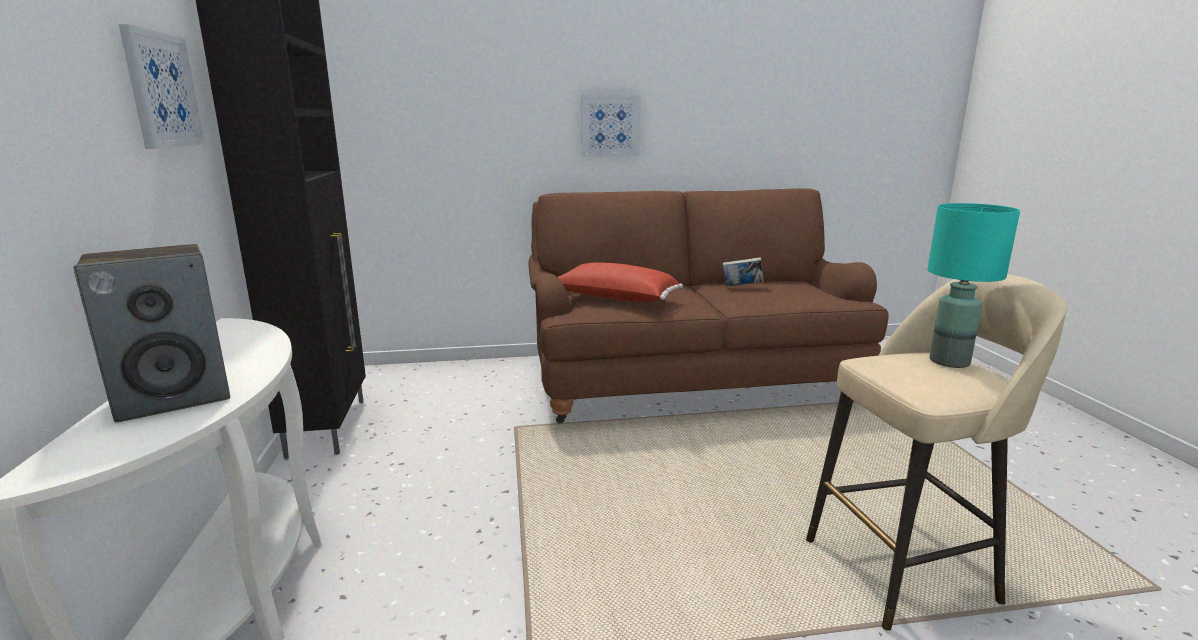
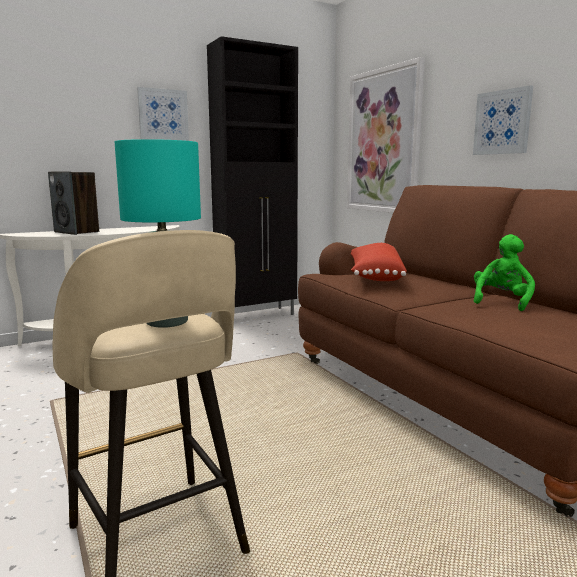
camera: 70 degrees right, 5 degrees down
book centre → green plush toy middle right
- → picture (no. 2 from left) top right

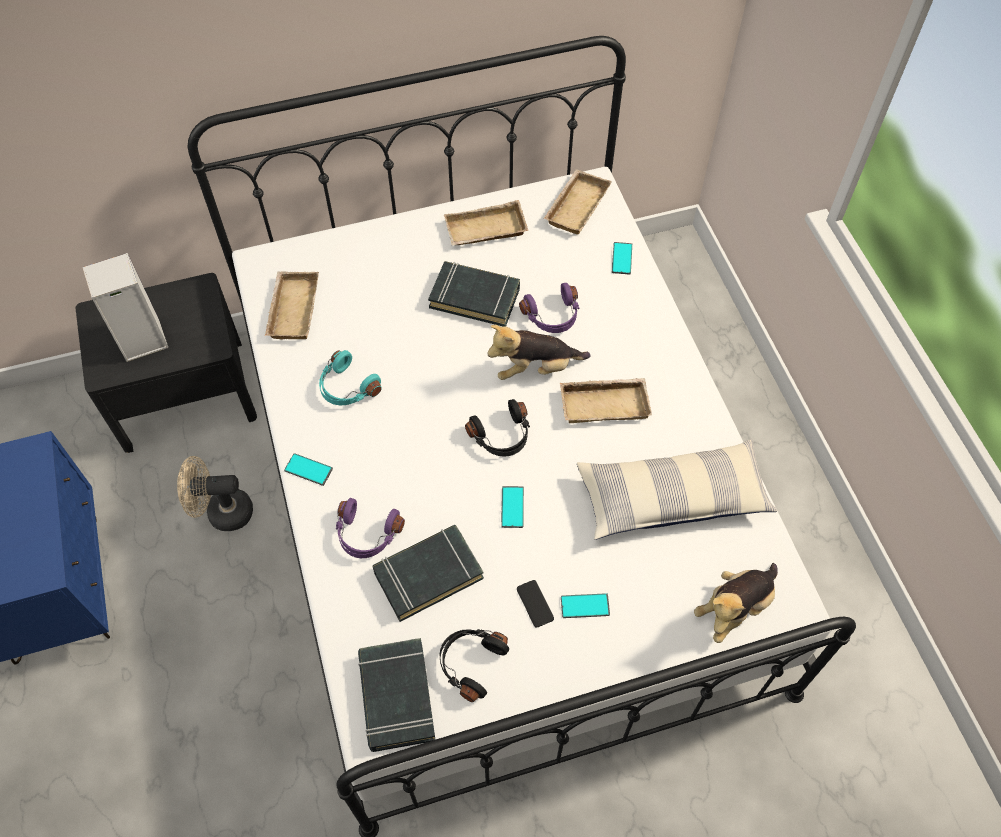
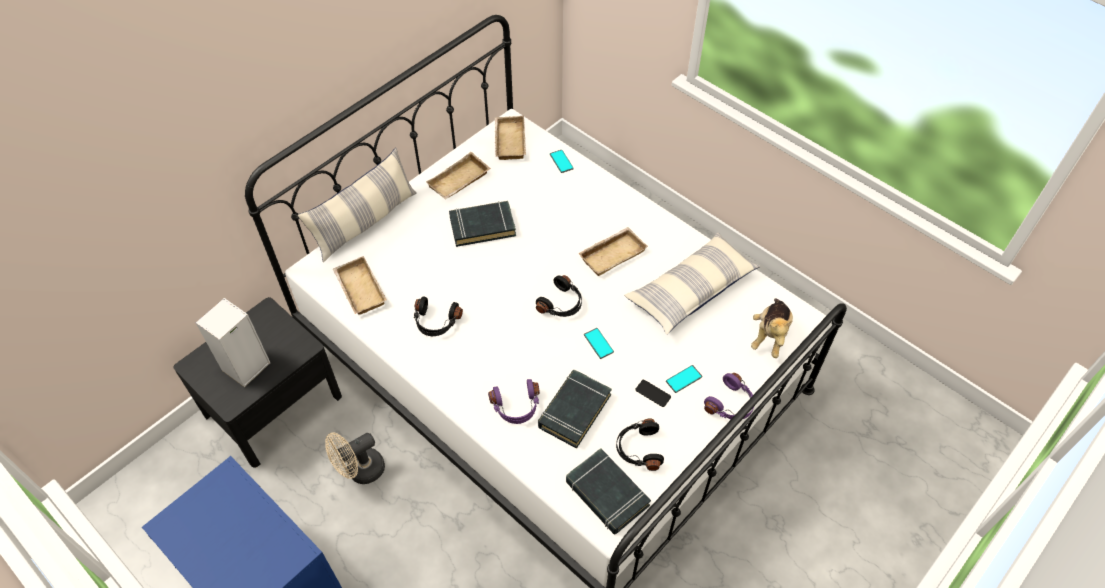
camera: 30 degrees left, 5 degrees down
purple headphones (no. 2 from left) centre → purple headphones (no. 2 from left) bottom centre, relocated
plush toy (no. 1 from left) centre → -
turquoise headphones centre → black headphones (no. 1 from left) centre
phone (no. 1 from left) middle left → -
- → pillow (no. 1 from left) middle left

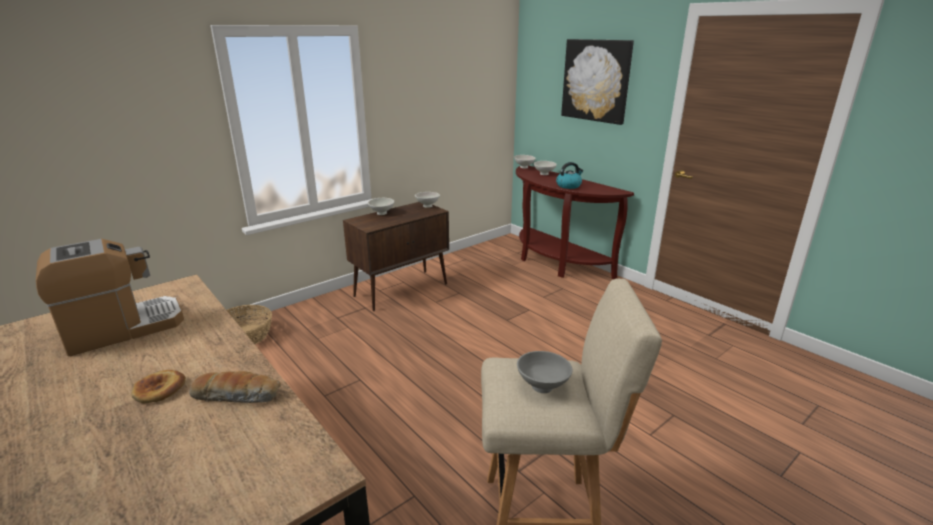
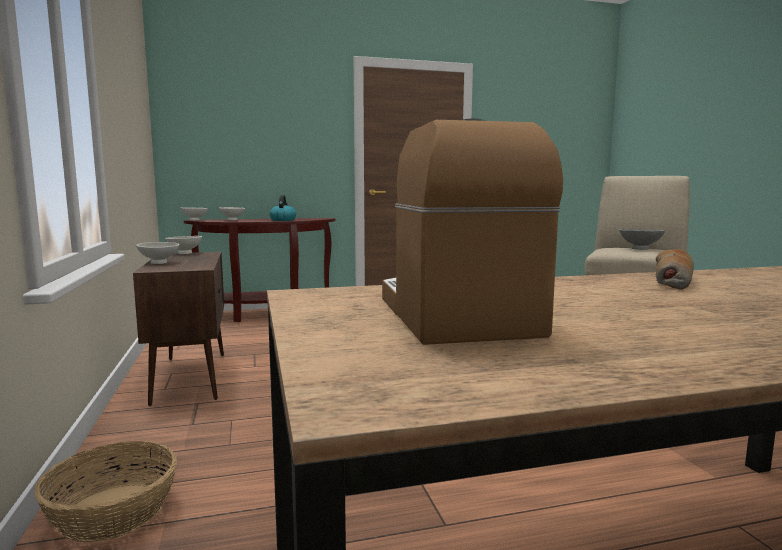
camera: 65 degrees left, 15 degrees down
picture top centre → -
bread (no. 1 from left) bottom left → -

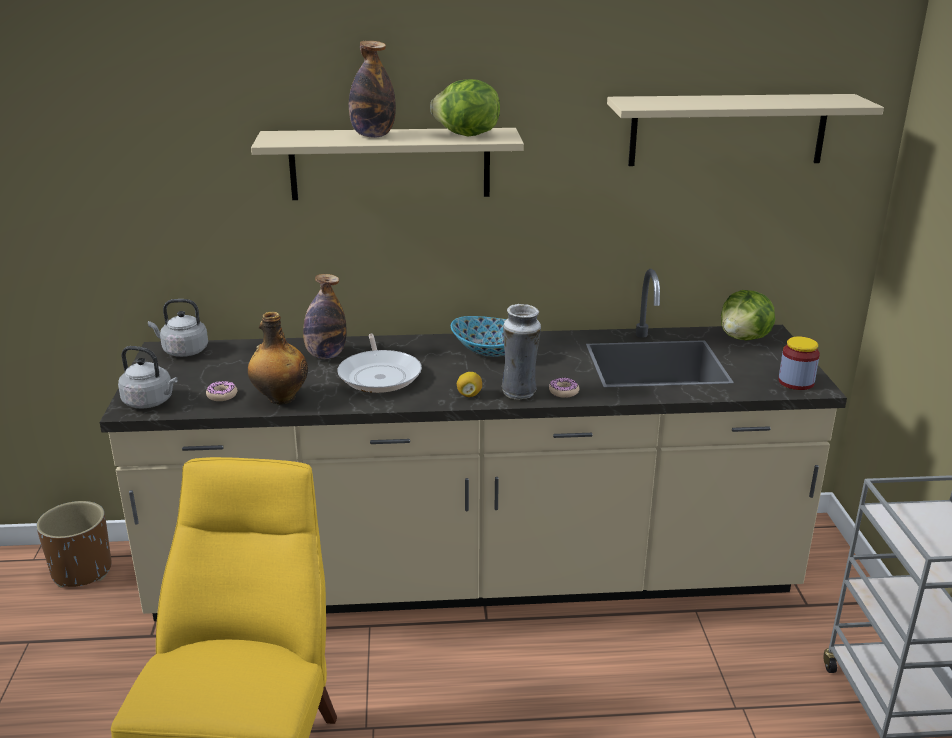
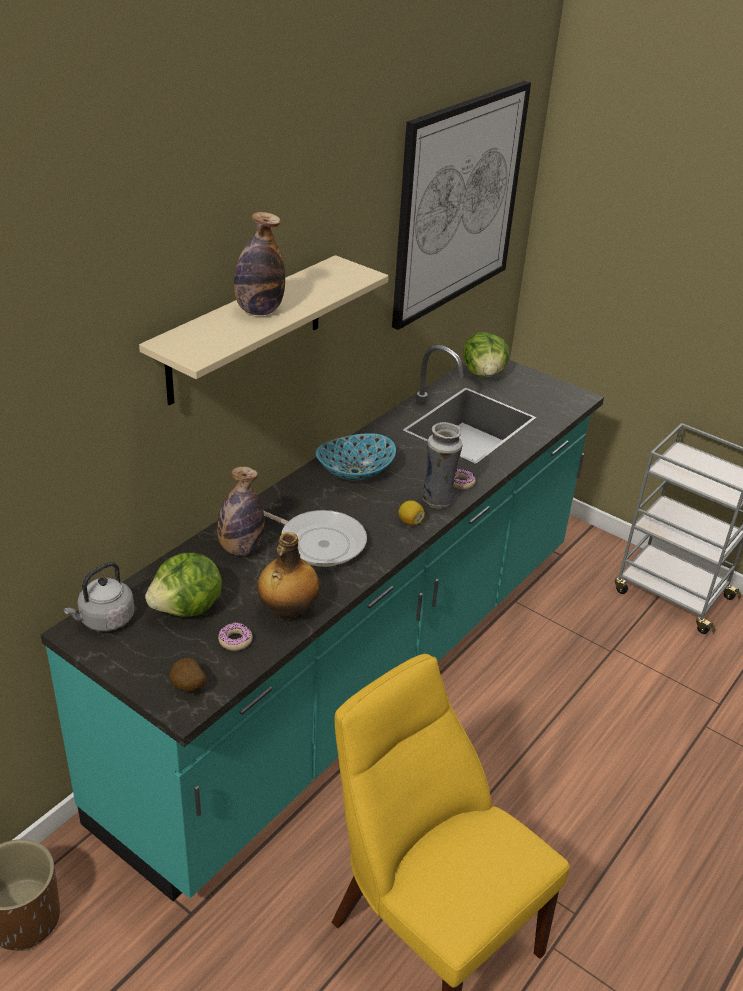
camera: 50 degrees left, 10 degrees up
lettuce (no. 1 from left) top centre → lettuce (no. 1 from left) middle left, relocated
beige shelf (no. 2 from left) top right → picture top centre
beige counter centre → turquoise counter centre
jar middle right → -
grey kettle (no. 1 from left) middle left → potato bottom left

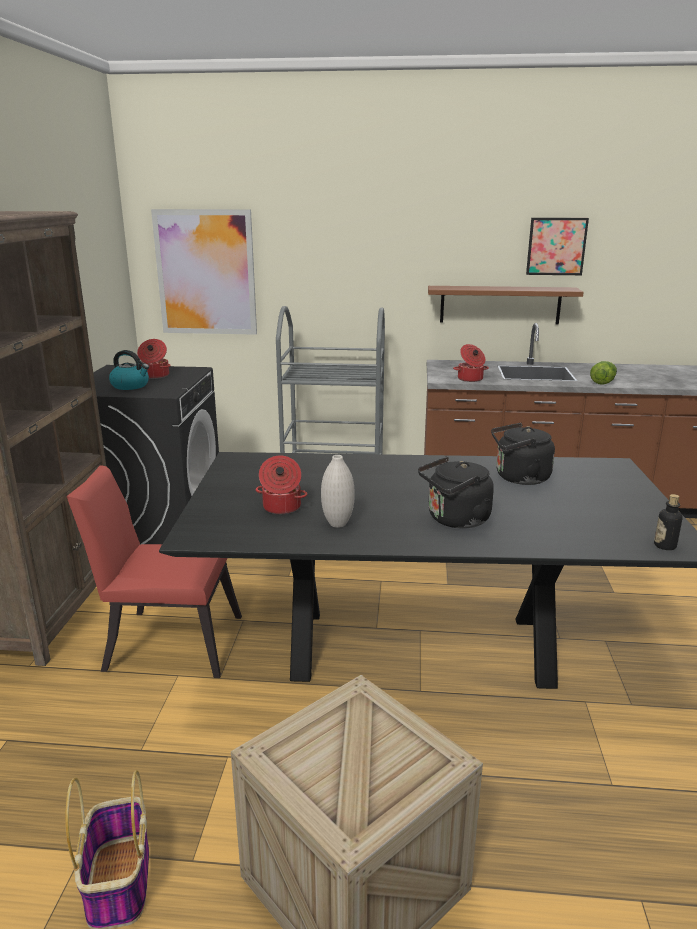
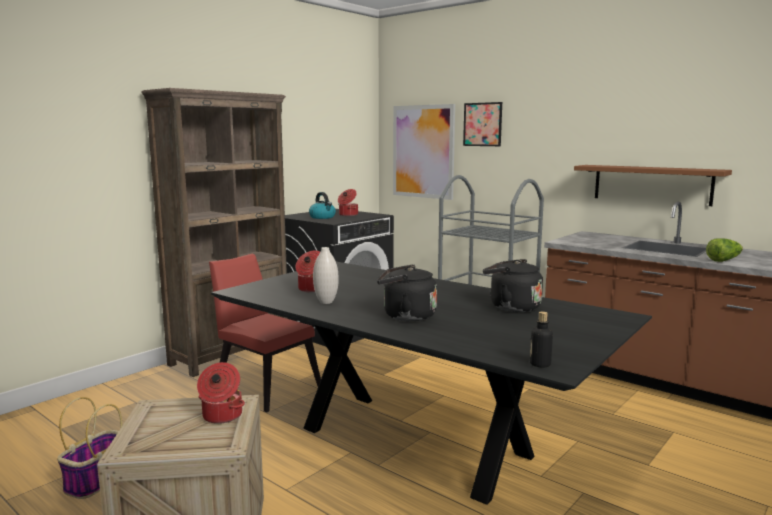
camera: 35 degrees right, 10 degrees down
picture (no. 2 from left) top right → picture (no. 2 from left) top centre, relocated
cooking pot (no. 3 from left in the first image) middle right → cooking pot (no. 1 from left) bottom left, relocated

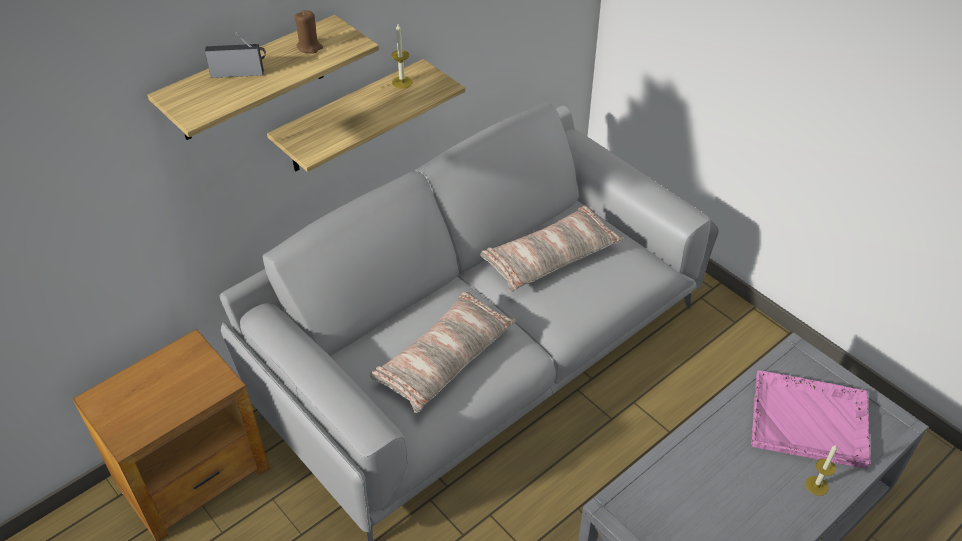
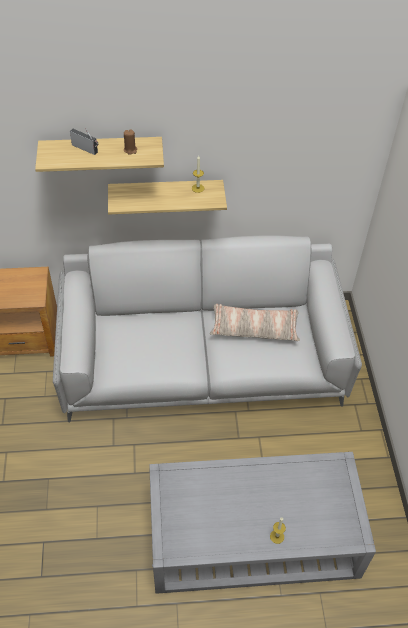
camera: 35 degrees right, 5 degrees up
pillow (no. 1 from left) centre → -
pink tray bottom right → -

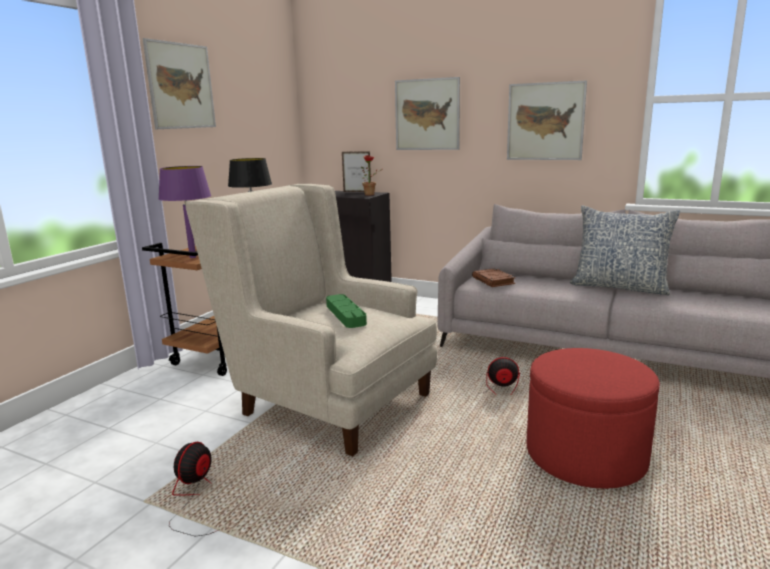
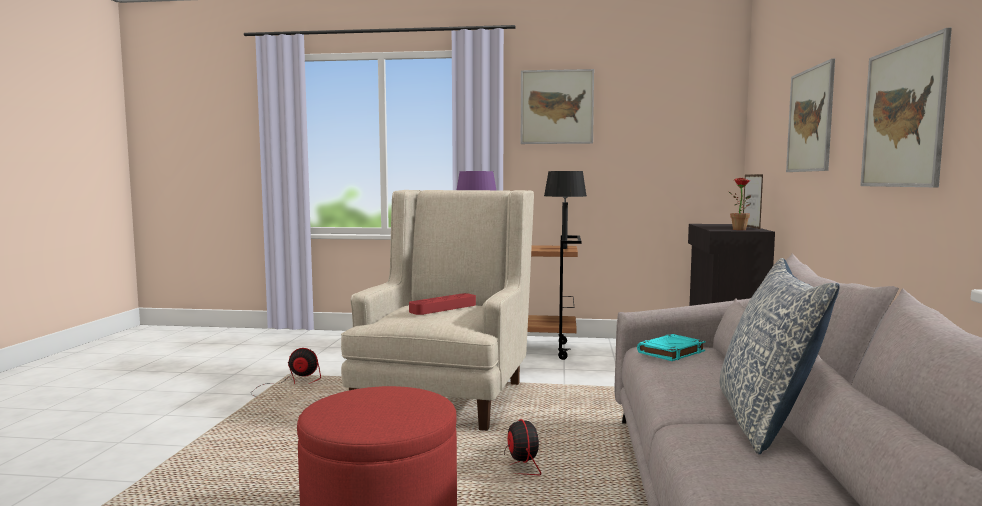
camera: 70 degrees right, 10 degrees down
brown book centre → turquoise book bottom right
green tray centre → red tray centre

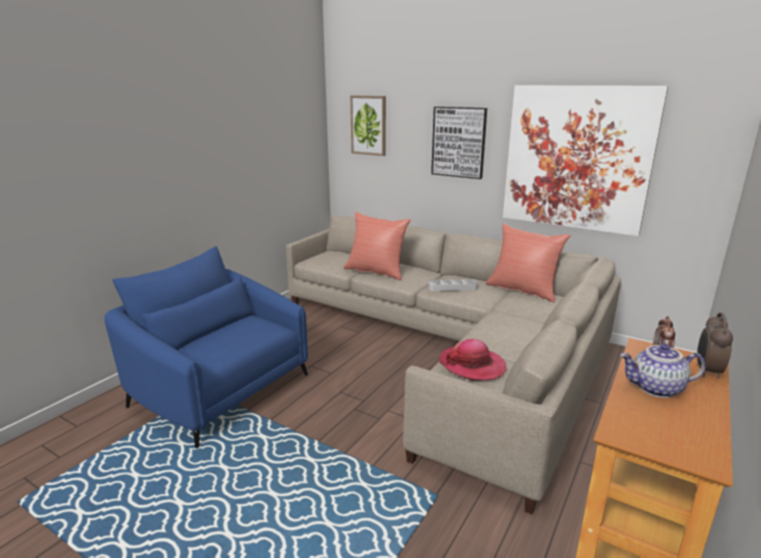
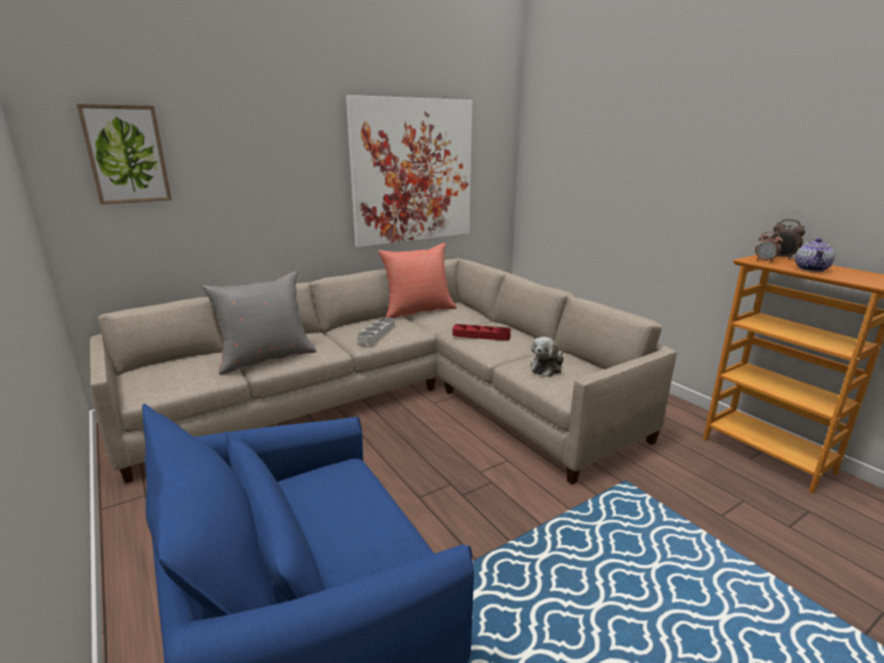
camera: 65 degrees left, 0 degrees up
picture (no. 2 from left) top centre → -
red pillow (no. 1 from left) centre → grey pillow middle left
hat centre → plush toy centre
- → red tray centre

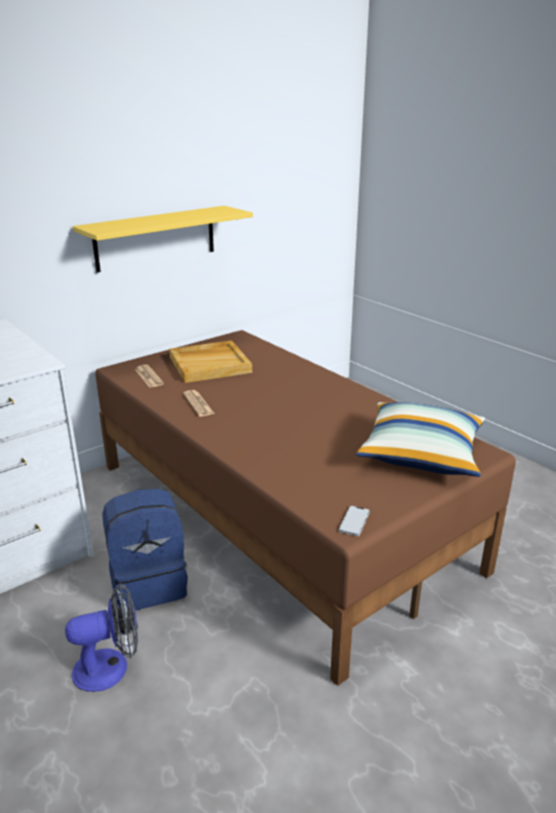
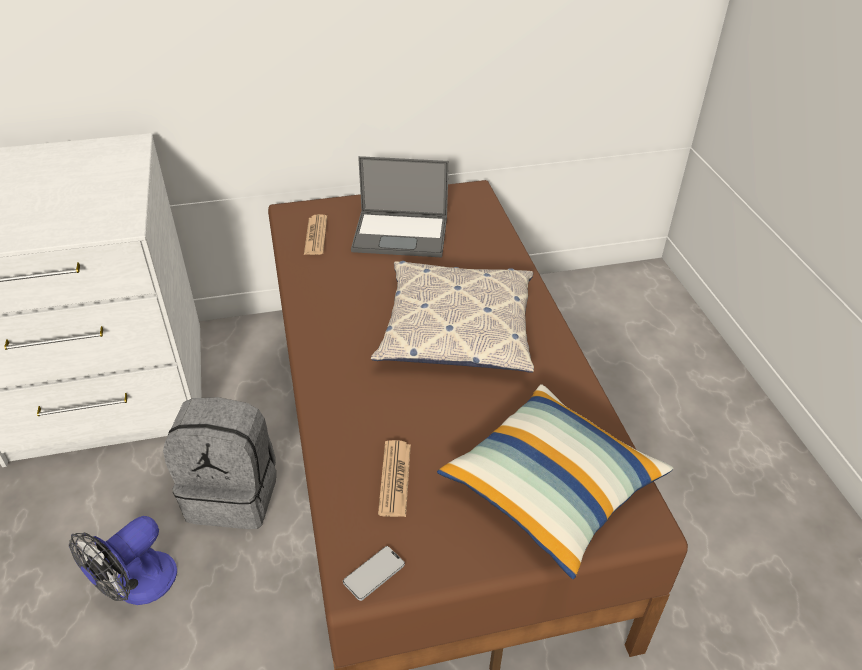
camera: 25 degrees right, 15 degrees up
yellow shelf top left → -
beige tray centre → laptop top centre
newspaper (no. 2 from left) centre → newspaper (no. 2 from left) bottom centre, relocated
blue backpack bottom left → grey backpack bottom left
fan bottom left, 120 degrees clockwise
- → pillow (no. 1 from left) centre

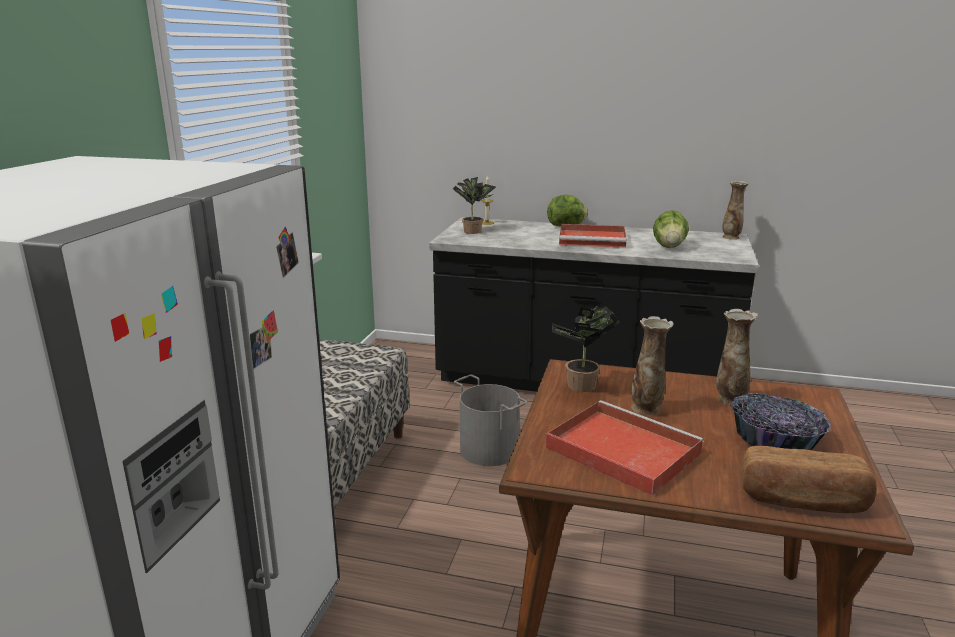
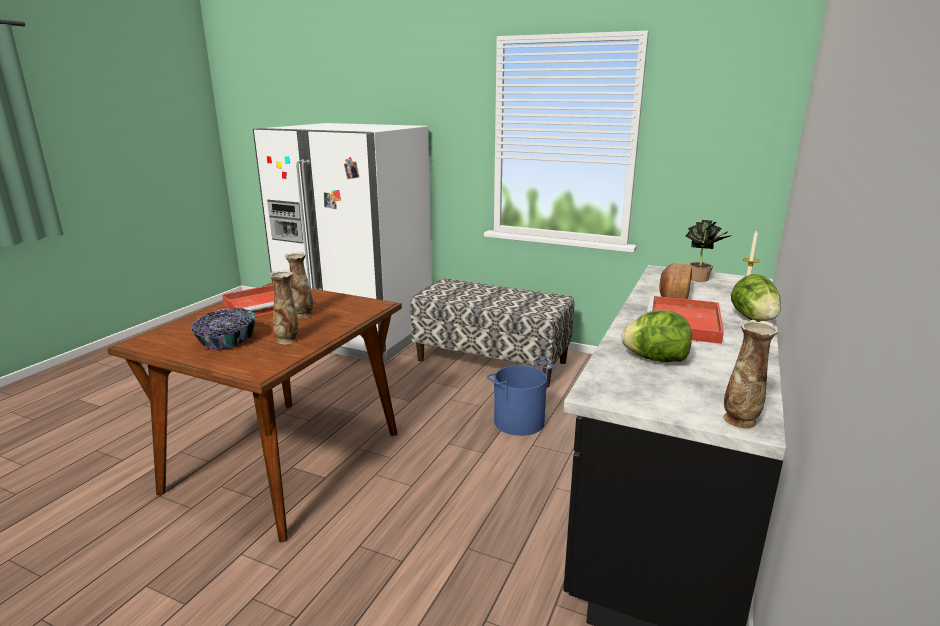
camera: 100 degrees right, 0 degrees up
potted plant (no. 2 from left) centre → -
grey bucket centre → blue bucket centre
bread bottom right → bread middle right, relocated

